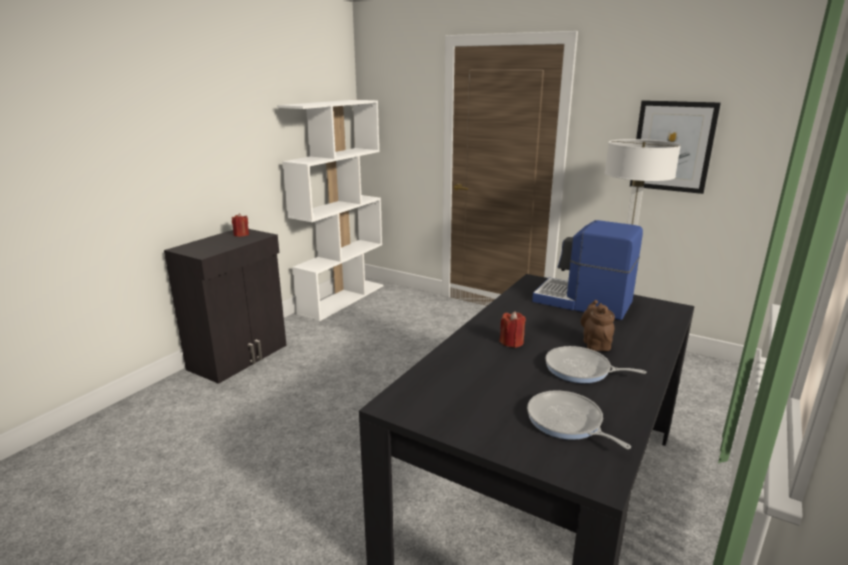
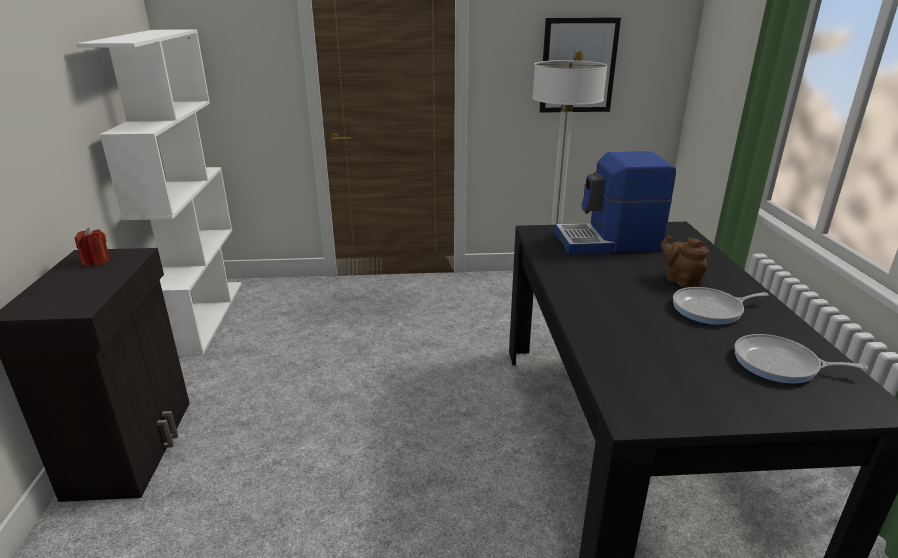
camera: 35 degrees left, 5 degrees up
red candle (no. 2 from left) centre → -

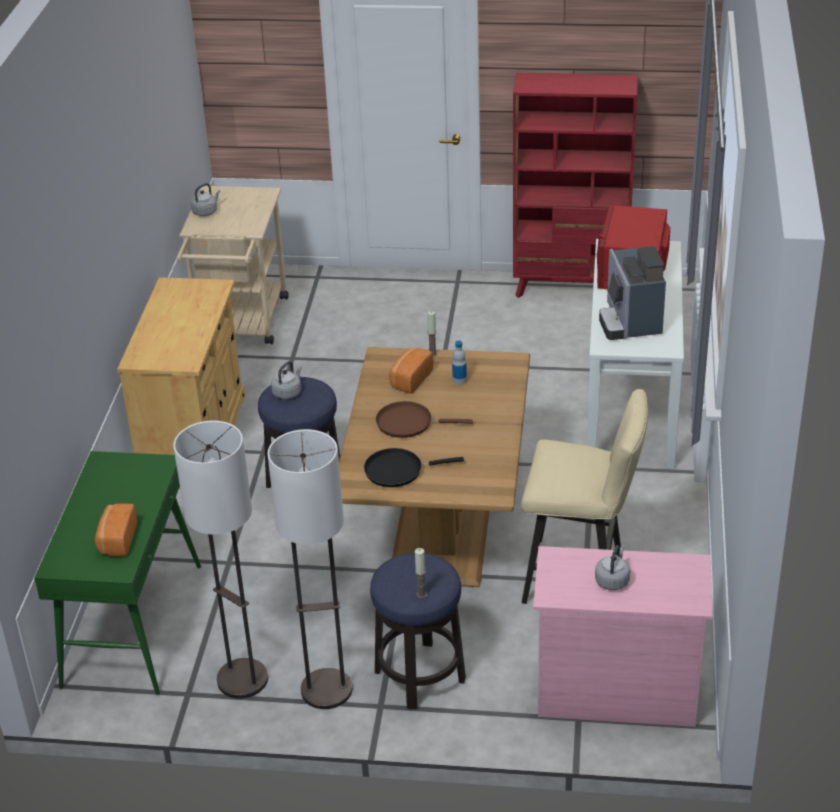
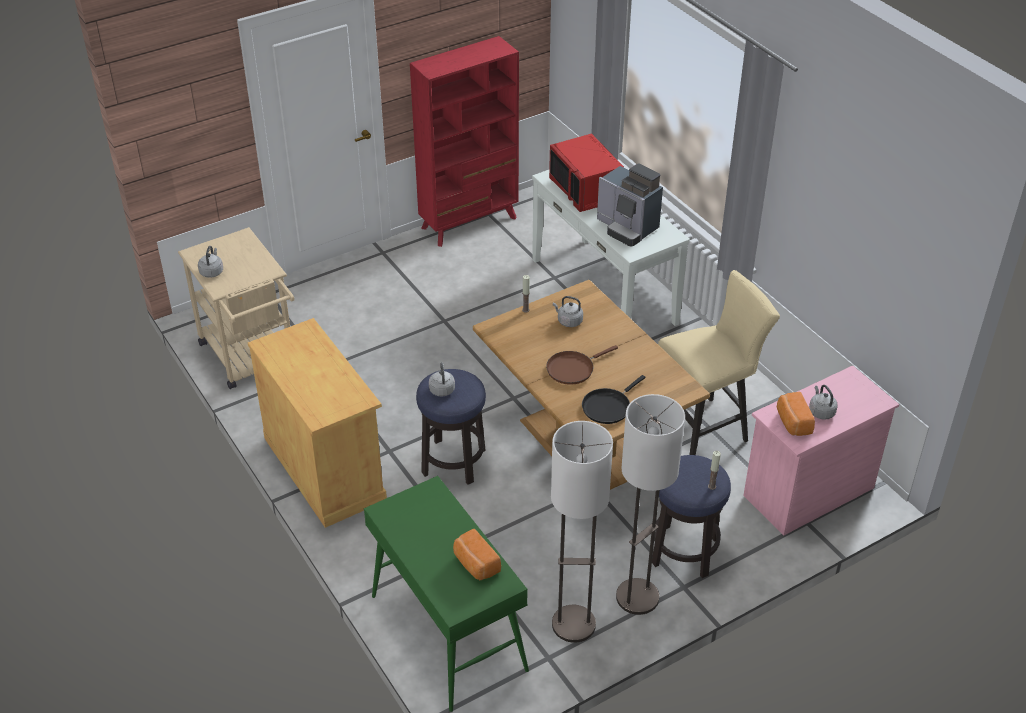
camera: 40 degrees left, 5 degrees up
bottle centre → grey kettle (no. 3 from left) centre
bread (no. 2 from left) centre → bread (no. 2 from left) middle right, relocated

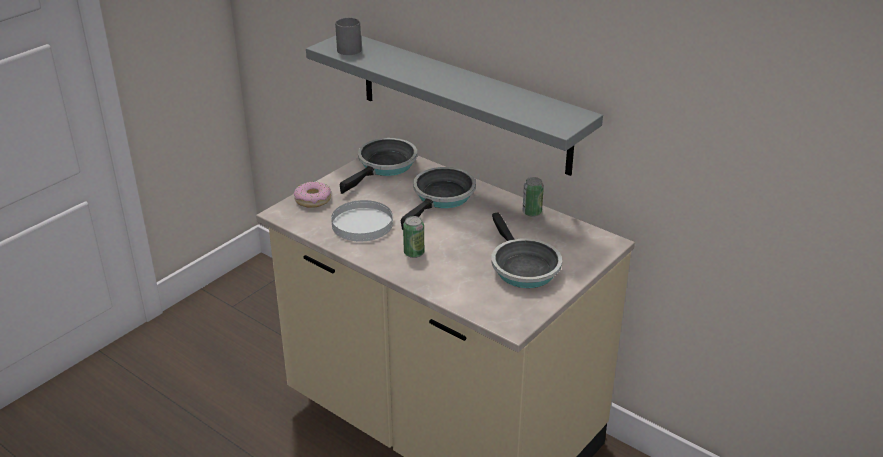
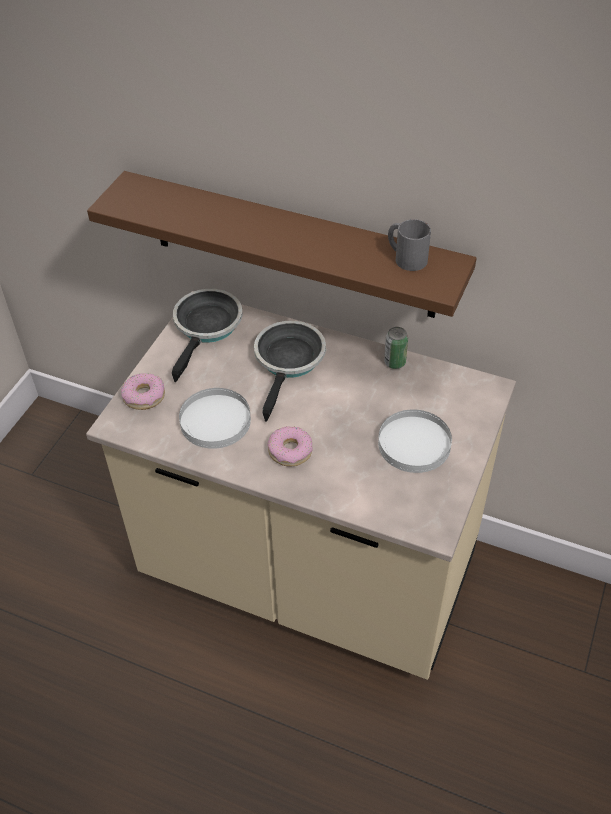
camera: 15 degrees left, 15 degrees up
grey mug top centre → grey mug top right, relocated
grey shelf top centre → brown shelf top centre
frying pan (no. 3 from left) centre → white plate (no. 2 from left) middle right
can (no. 1 from left) centre → donut (no. 2 from left) centre

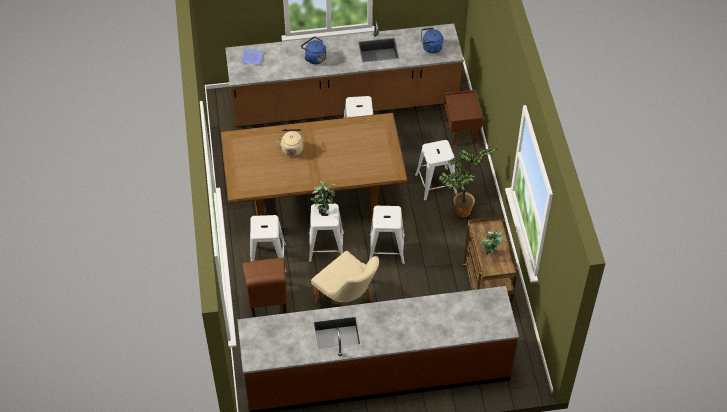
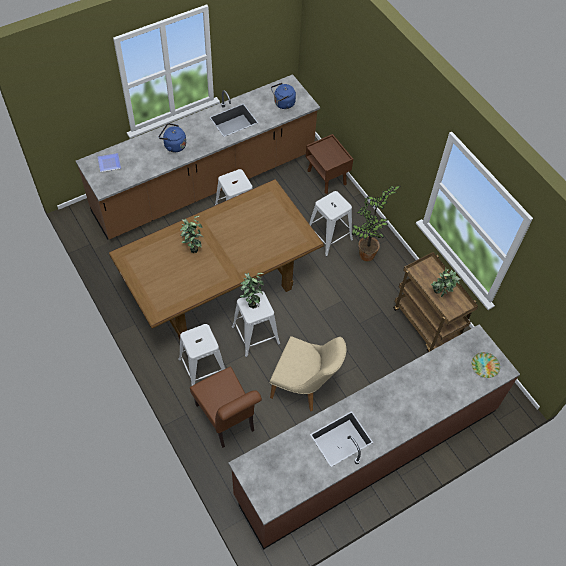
camera: 25 degrees left, 5 degrees up
beige kettle centre → potted plant (no. 1 from left) centre
white stool (no. 4 from left) centre → -
- → plate (no. 2 from left) middle right

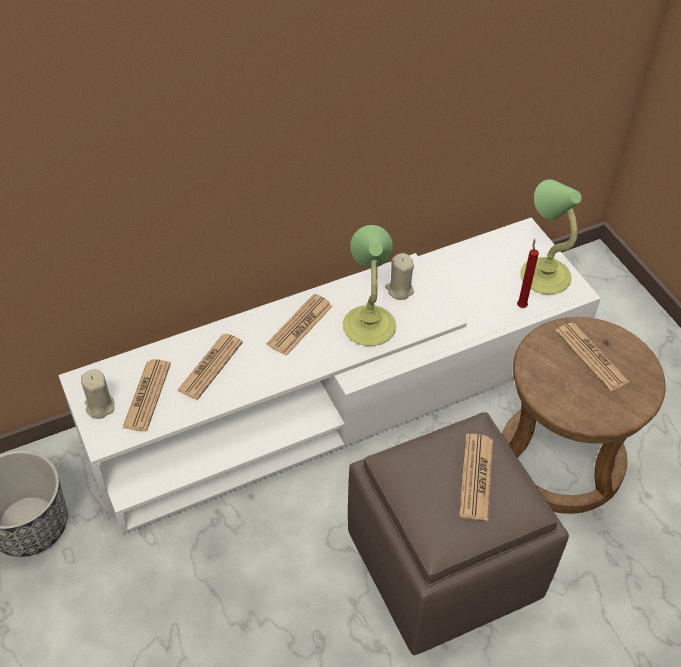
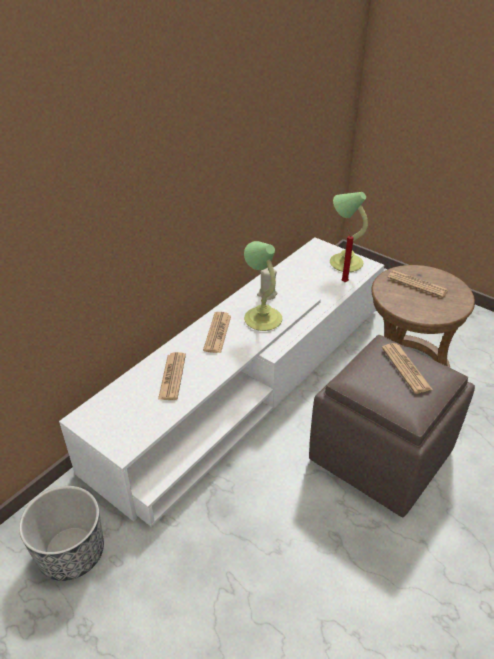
camera: 25 degrees left, 10 degrees down
newspaper (no. 1 from left) middle left → -
beige candle (no. 1 from left) middle left → -

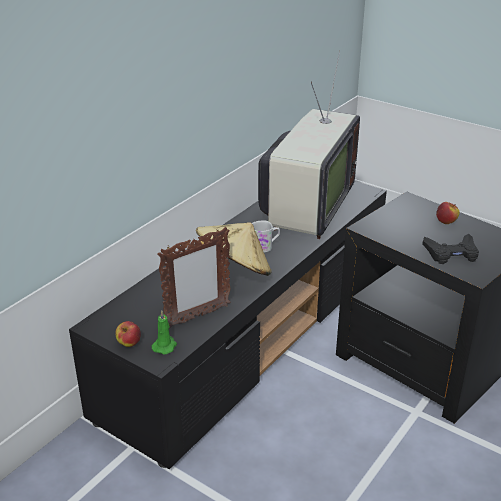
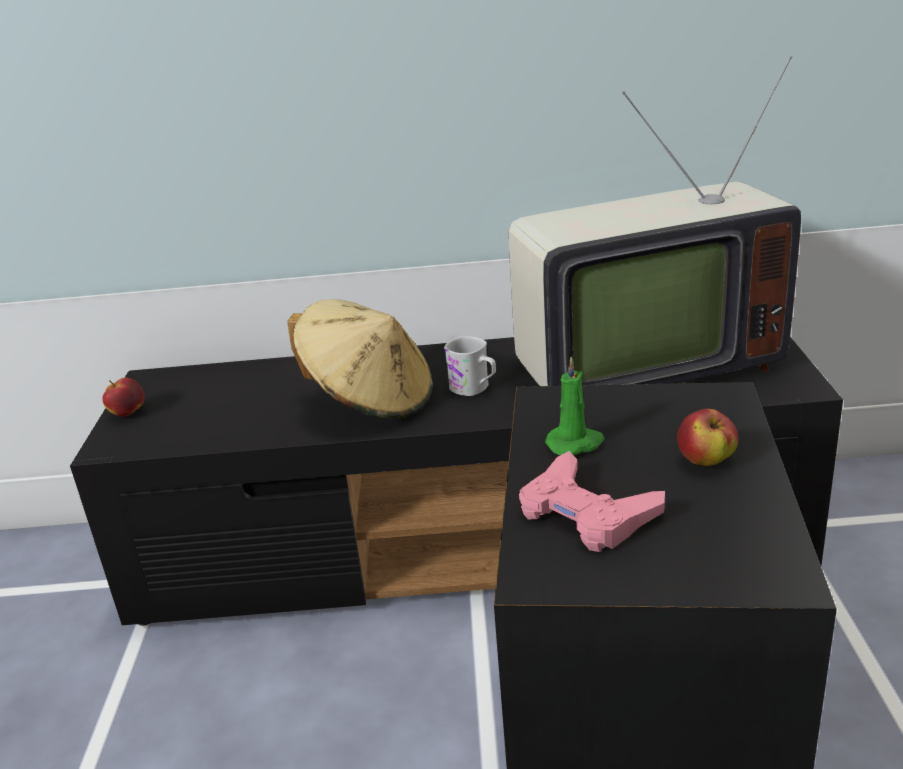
camera: 55 degrees right, 5 degrees down
picture frame centre → -
black game controller middle right → pink game controller centre
green candle middle left → green candle centre, relocated

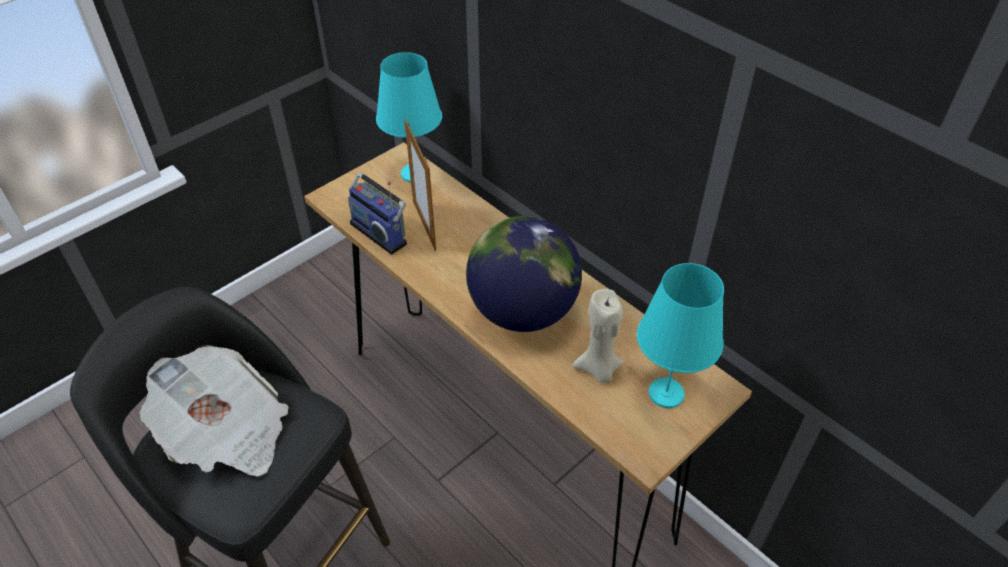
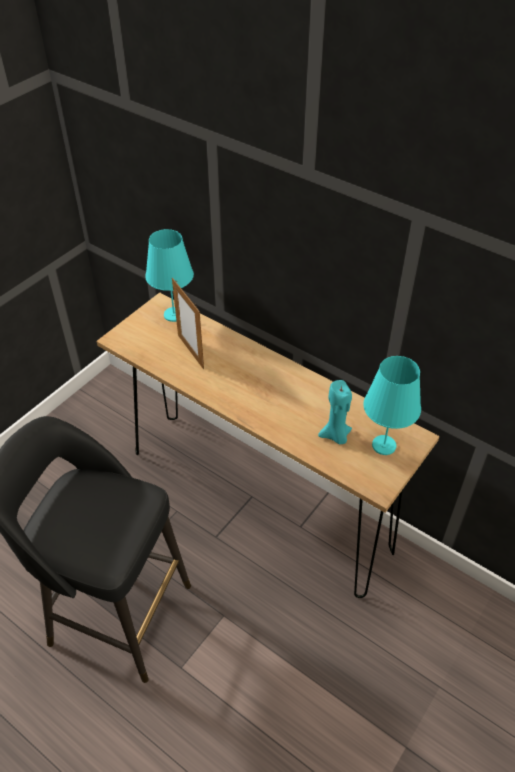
camera: 10 degrees left, 0 degrees up
radio centre → -
globe centre → -
beige candle centre → turquoise candle centre
newspaper bottom left → -

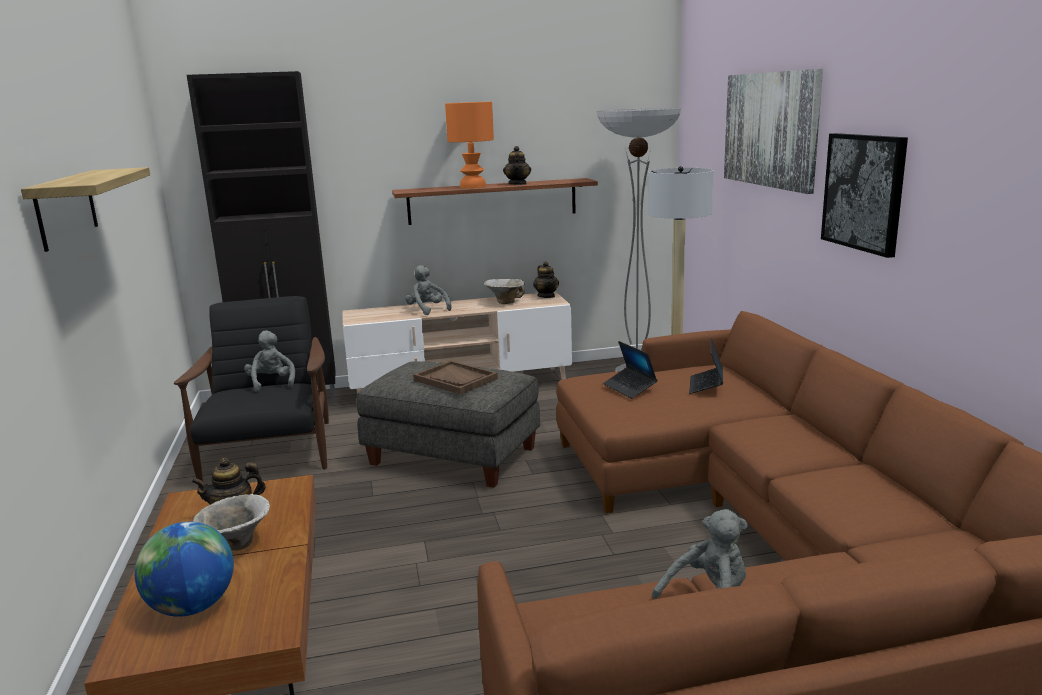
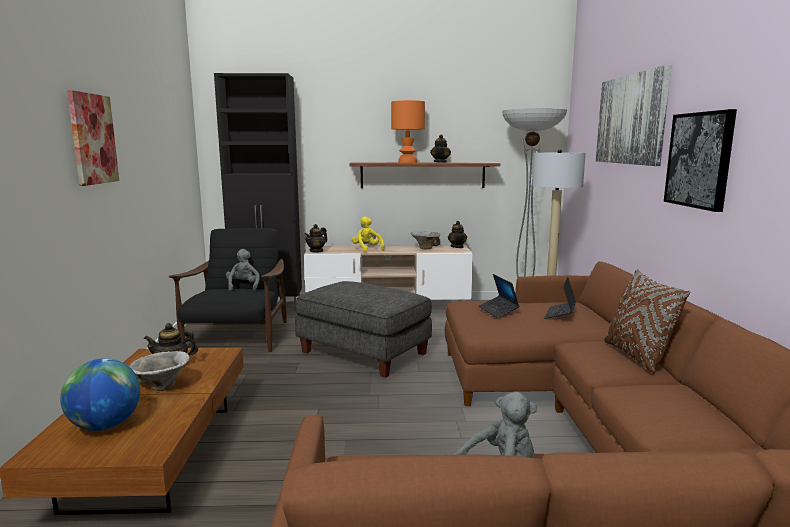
camera: 10 degrees right, 5 degrees down
shelf (no. 1 from left) top left → picture (no. 1 from left) top left
grey plush toy (no. 2 from left) centre → yellow plush toy centre
brown tray centre → -
- → teapot (no. 2 from left) centre
- → brown pillow middle right

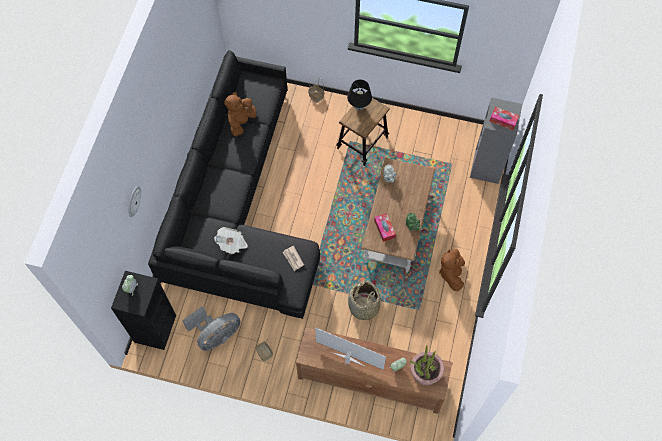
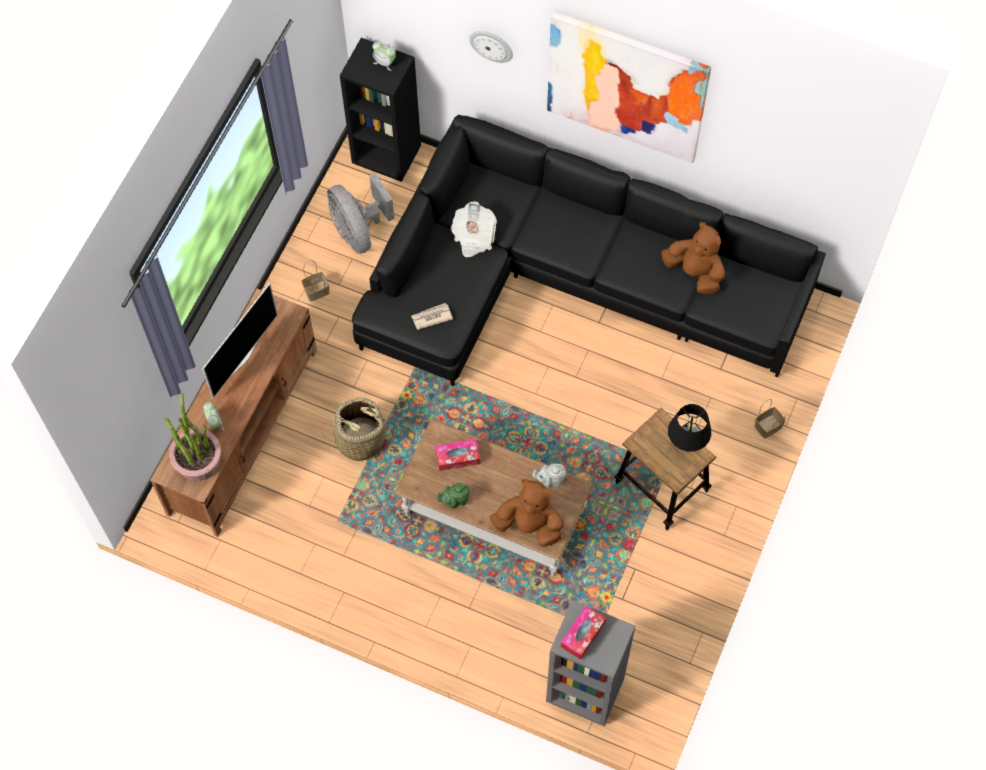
camera: 100 degrees right, 0 degrees up
brown plush toy (no. 2 from left in the first image) middle right → brown plush toy (no. 1 from left) centre, relocated
- → picture top centre

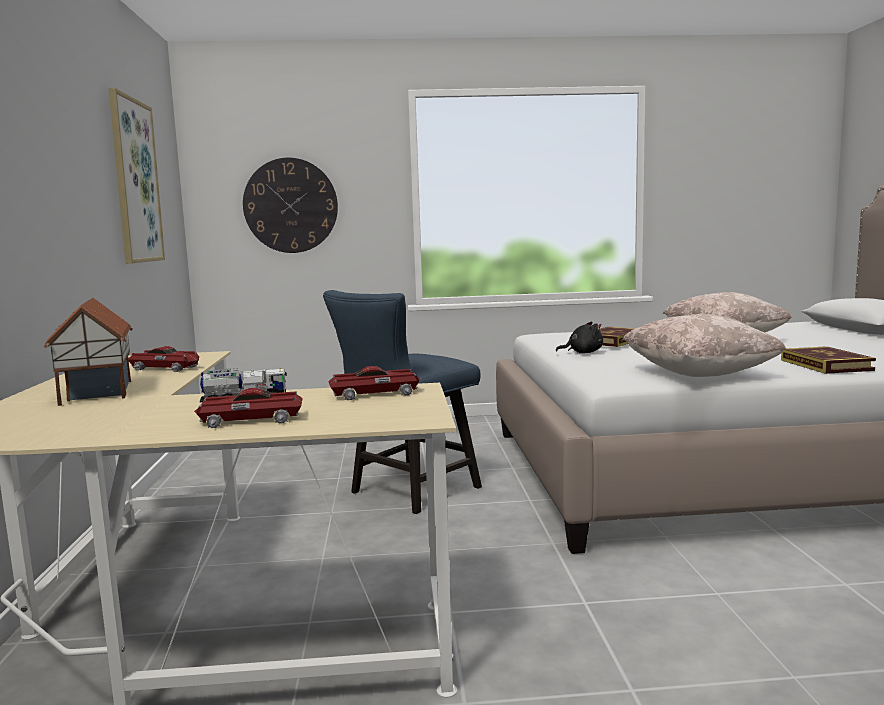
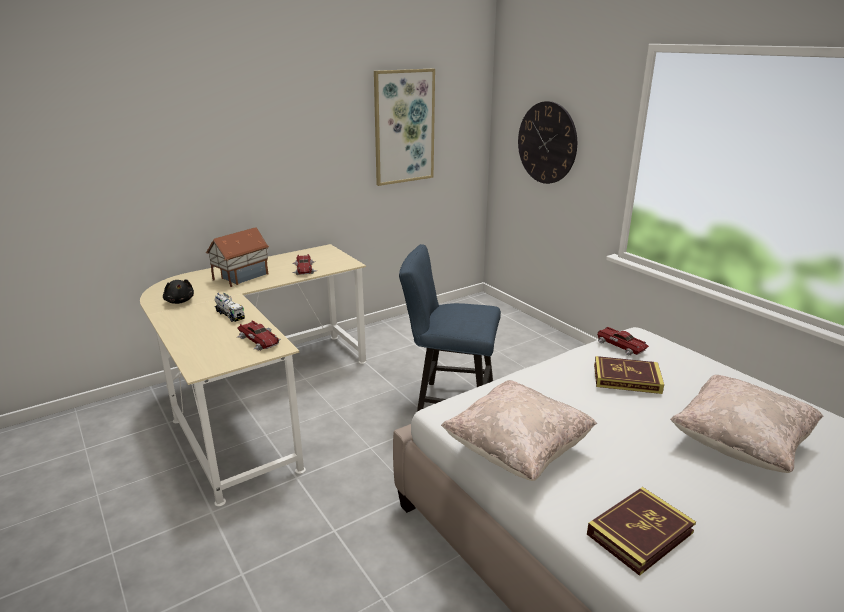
camera: 60 degrees right, 15 degrees up
black plush toy centre → black plush toy middle left, relocated
toy car (no. 2 from left in the first image) middle left → toy car (no. 3 from left) middle right, relocated

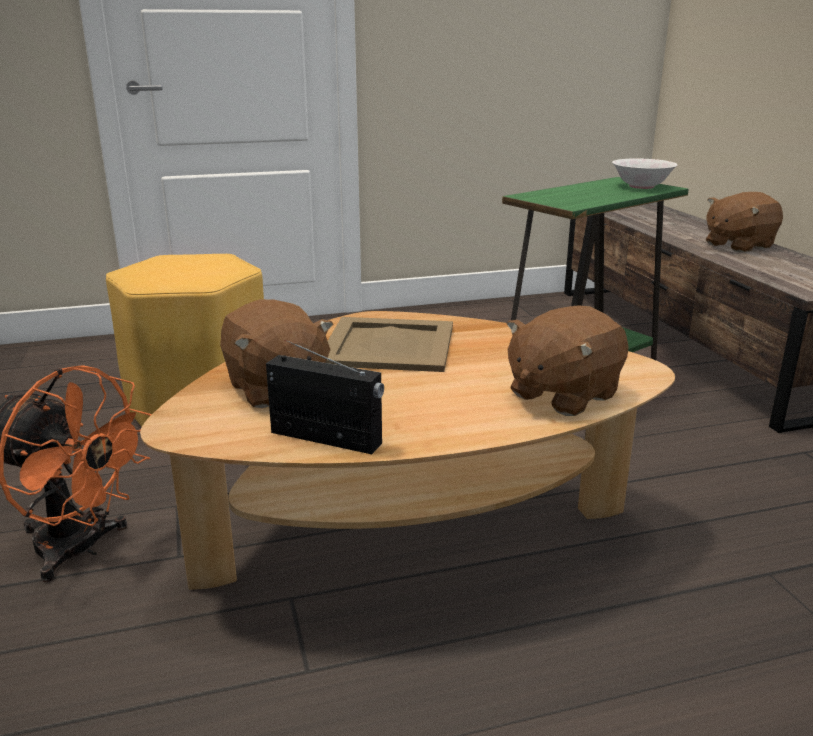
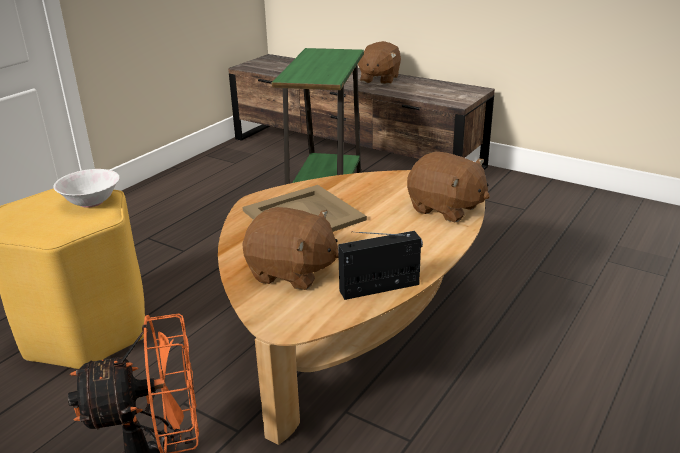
camera: 40 degrees left, 5 degrees up
white bowl top right → white bowl middle left, relocated
brown plush toy (no. 2 from left in the first image) middle right → brown plush toy (no. 3 from left) centre, 60 degrees counterclockwise

